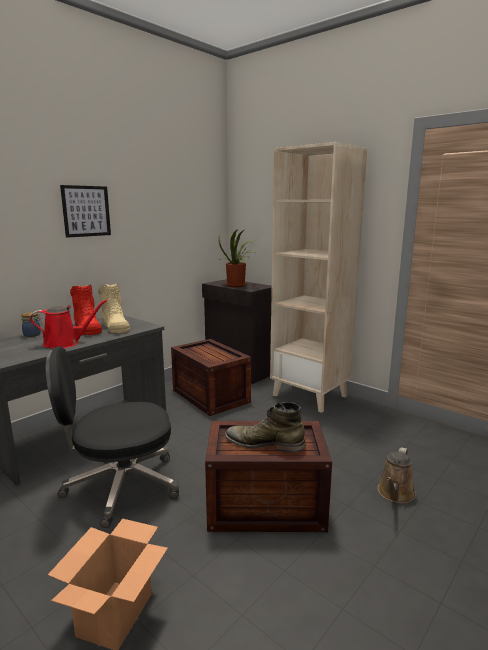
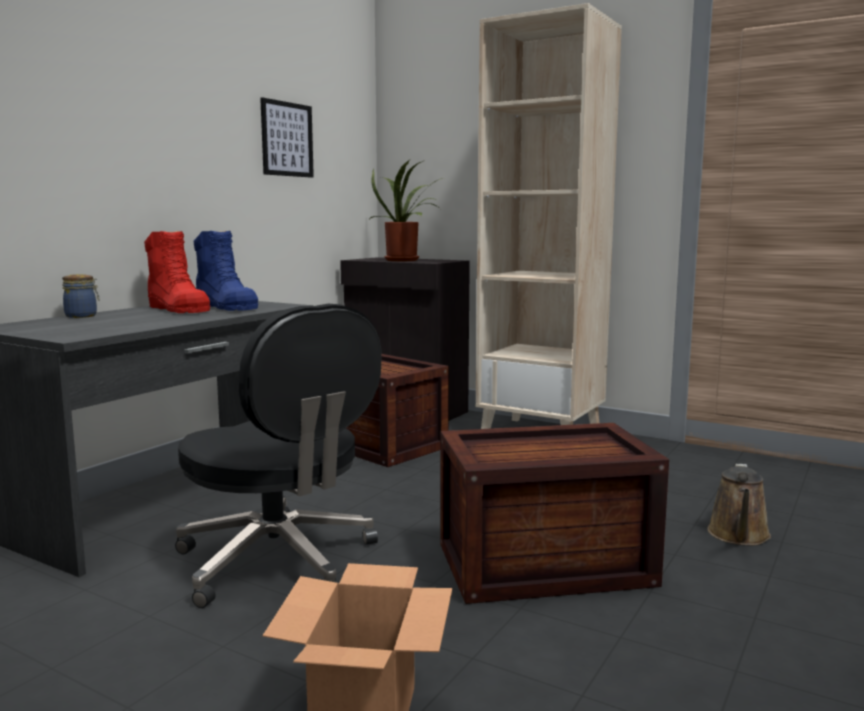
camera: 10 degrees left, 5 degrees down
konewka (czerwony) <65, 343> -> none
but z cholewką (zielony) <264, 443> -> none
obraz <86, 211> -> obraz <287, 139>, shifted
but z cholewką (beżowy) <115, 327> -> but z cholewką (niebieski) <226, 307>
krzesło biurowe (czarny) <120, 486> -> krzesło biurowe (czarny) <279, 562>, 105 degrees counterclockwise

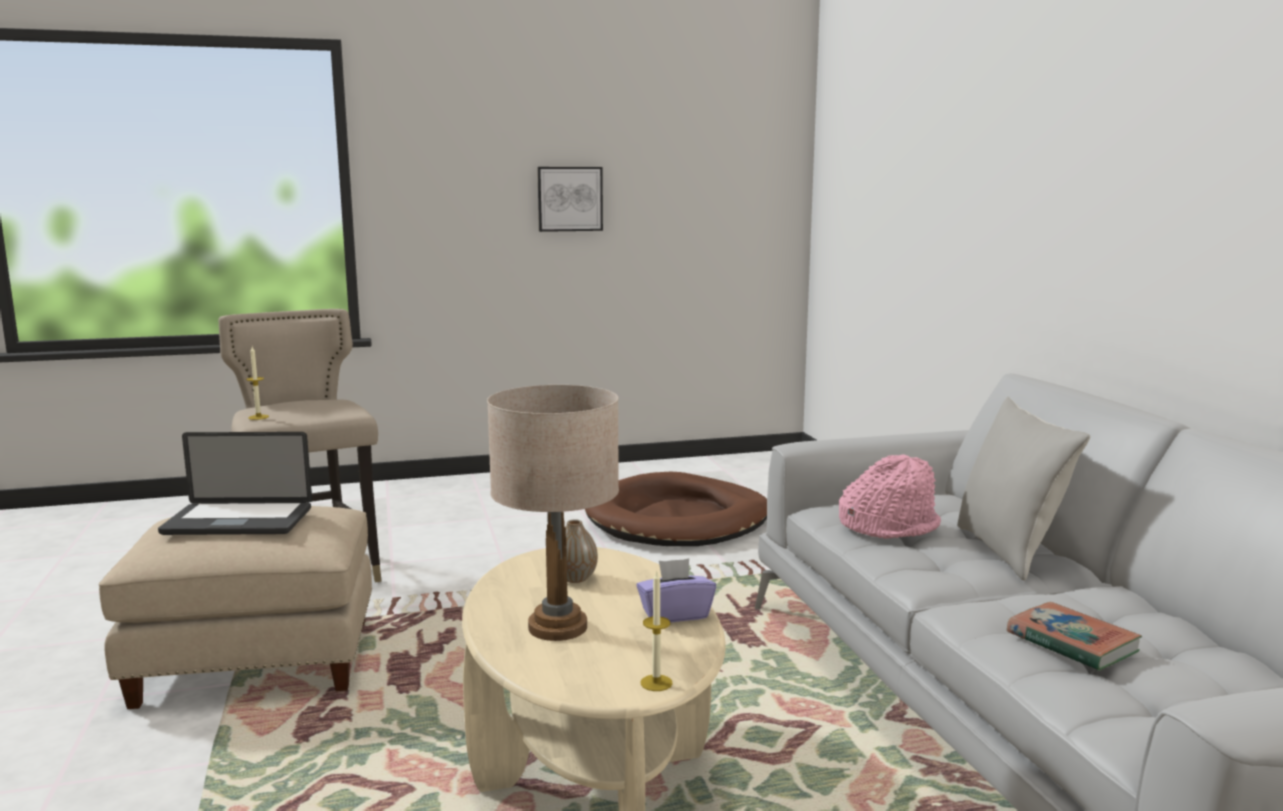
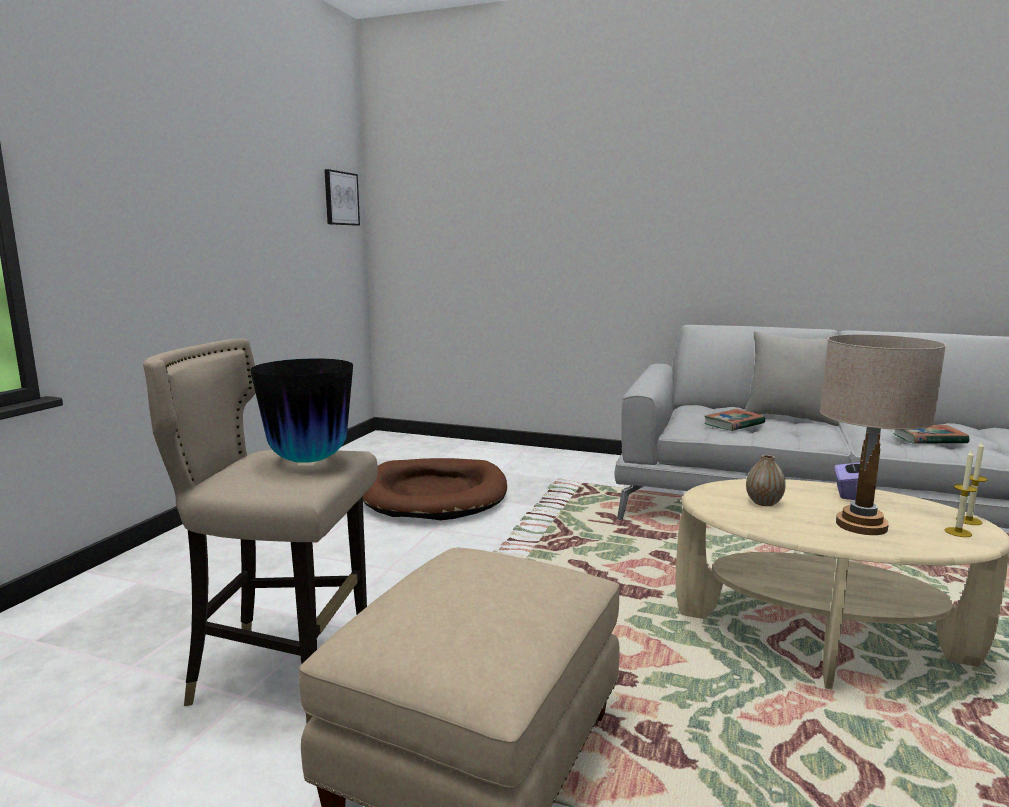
camera: 55 degrees left, 0 degrees up
laptop <238, 521> -> none
none -> wazon <309, 461>
świeca <258, 417> -> świeca <958, 532>, shifted
obraz <570, 199> -> obraz <340, 198>, shifted
kapelusz (różowy) <888, 526> -> książka <734, 424>

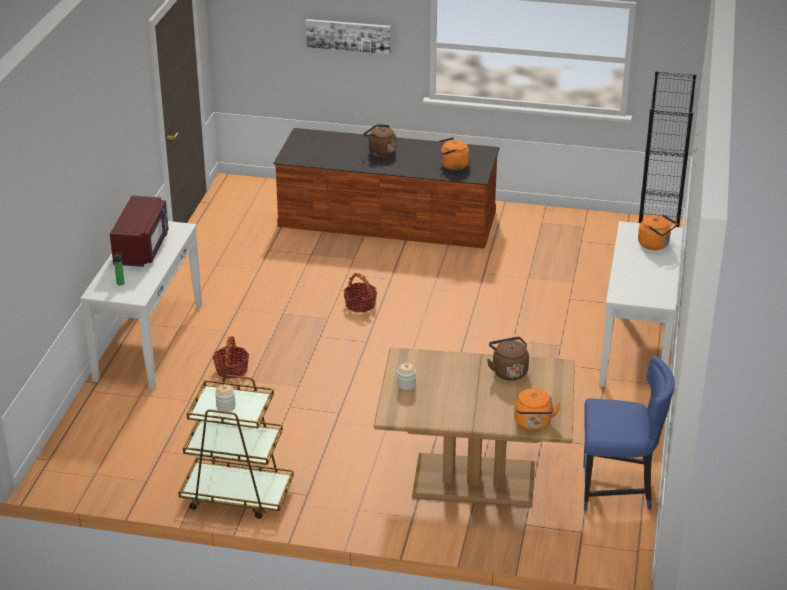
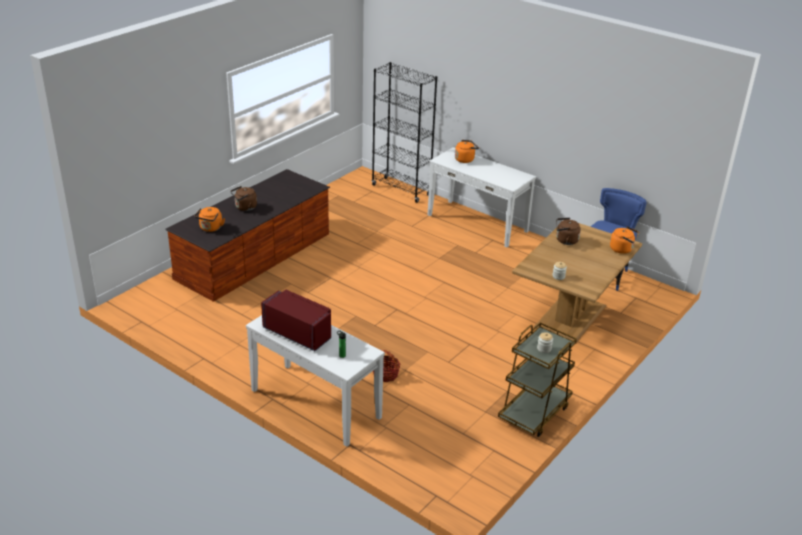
camera: 65 degrees left, 0 degrees up
obraz <348, 35> -> none
koszyk <360, 305> -> none
czajnik (pomarańczowy) <452, 166> -> czajnik (pomarańczowy) <210, 228>, shifted

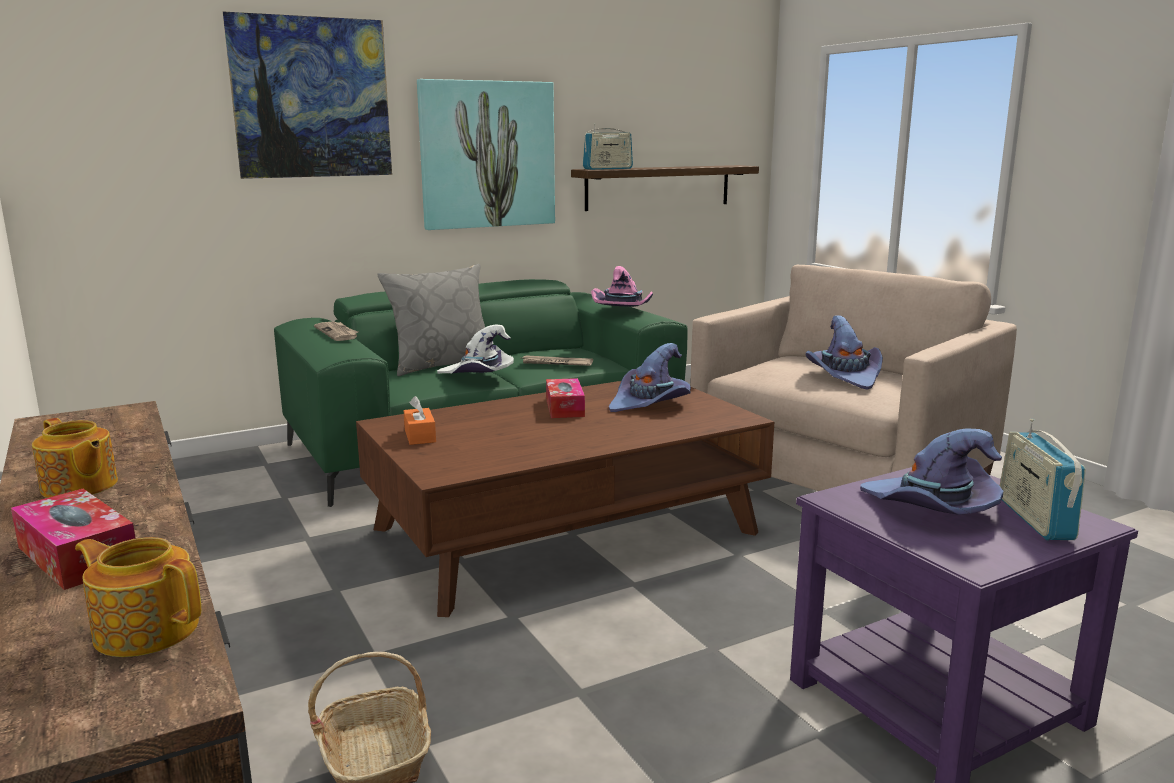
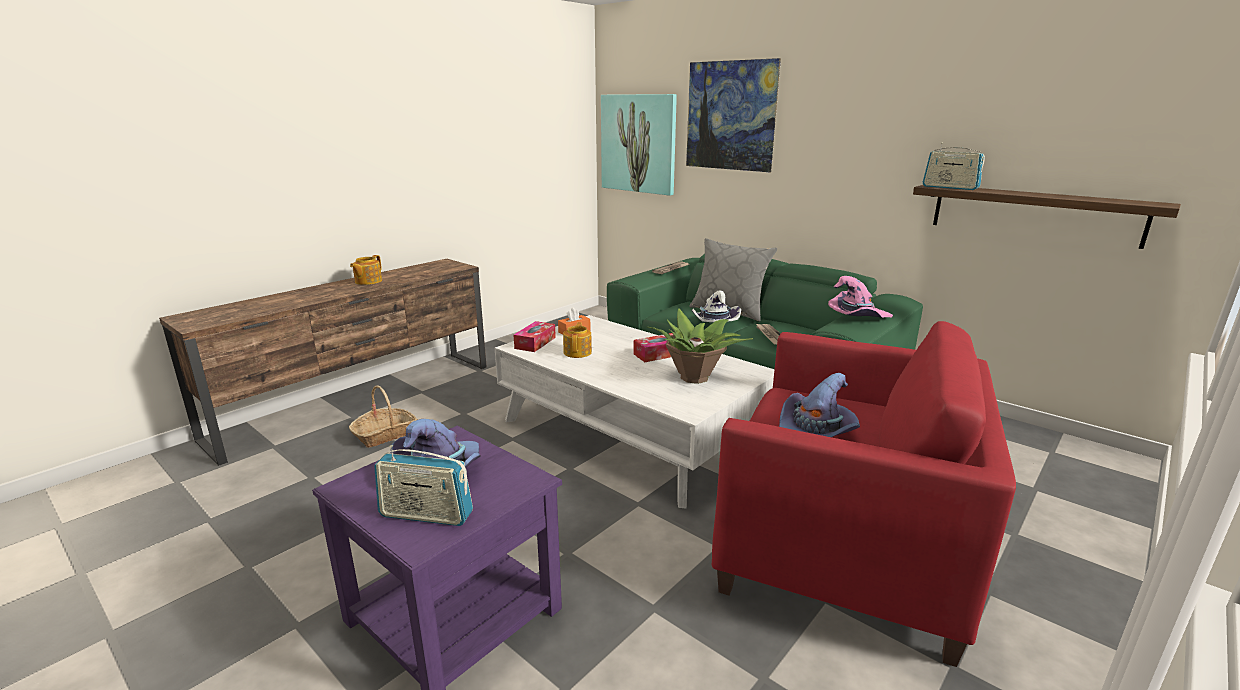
camera: 70 degrees right, 5 degrees up
pudełko chusteczek <77, 556> -> pudełko chusteczek <535, 343>, shifted
imbryk <146, 629> -> imbryk <578, 352>, shifted
obraz <487, 155> -> obraz <638, 143>, shifted
kapelusz (fioletowy) <650, 403> -> roślina doniczkowa <695, 377>
ława (brązowy) <566, 530> -> ława (biały) <631, 432>
fotel (beżowy) <838, 481> -> fotel (czerwony) <842, 544>
radio <1034, 518> -> radio <426, 515>, 150 degrees counterclockwise

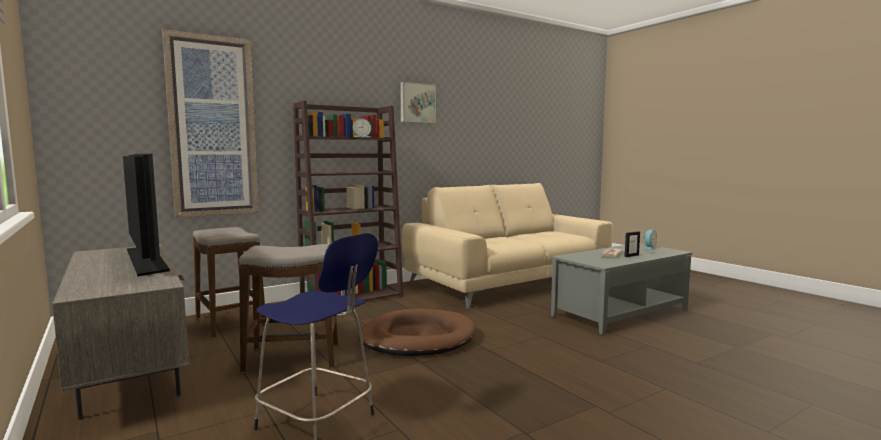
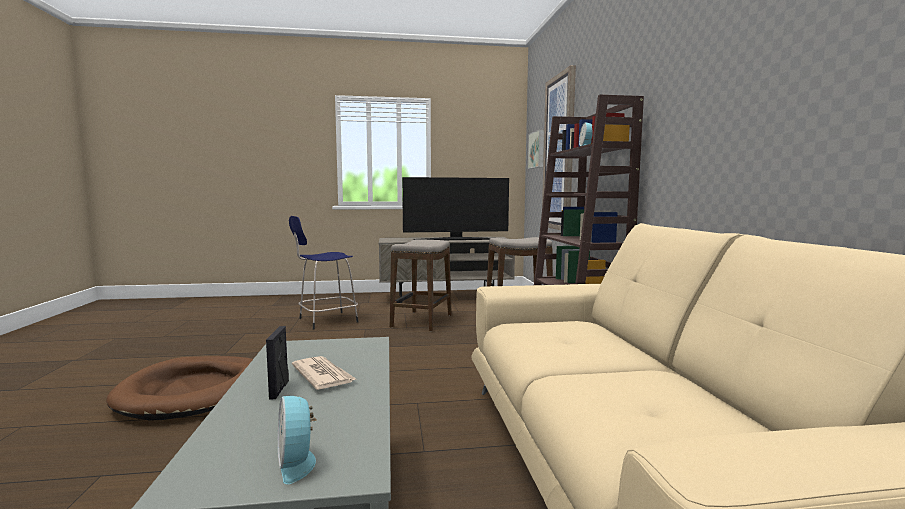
camera: 115 degrees right, 0 degrees up
legowisko (brązowy) <417, 338> -> legowisko (brązowy) <194, 391>, shifted
obraz <417, 103> -> obraz <537, 150>, shifted

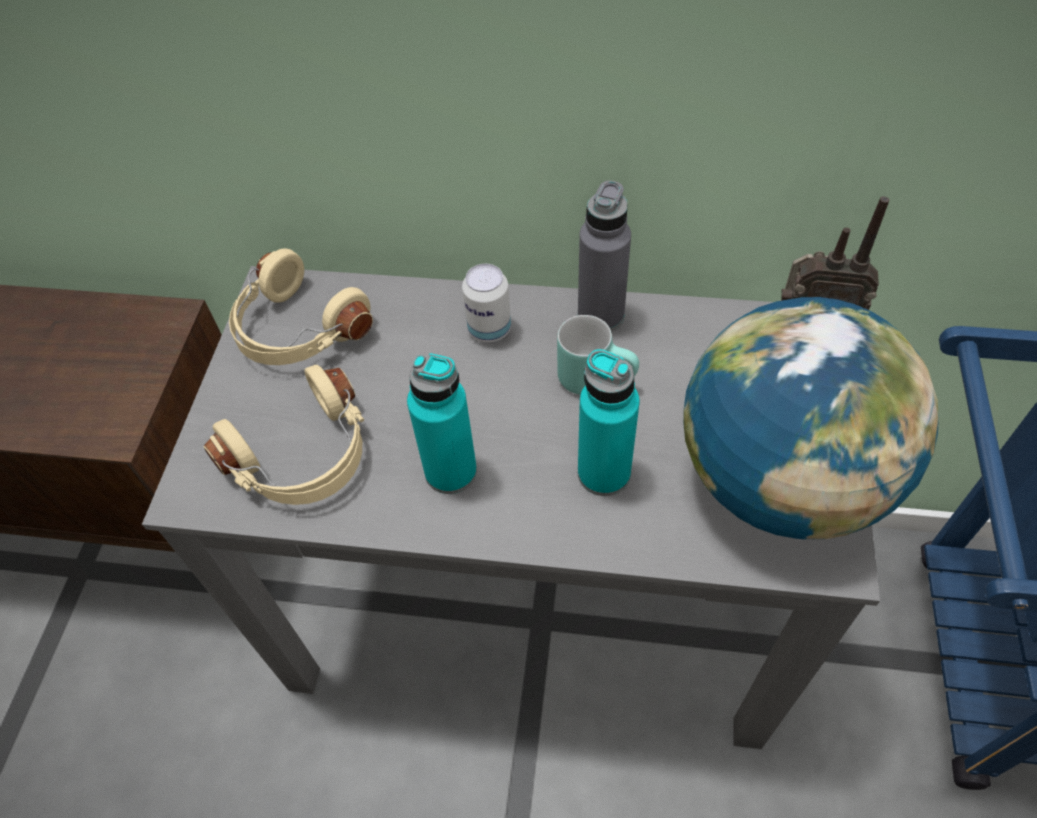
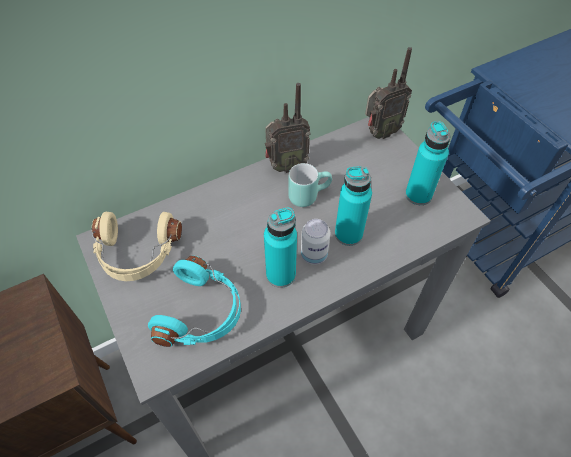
camera: 40 degrees left, 0 degrees up
puszka <489, 329> -> puszka <314, 255>, shifted
butelka (szary) <600, 315> -> radio <285, 166>
globus <781, 479> -> butelka (turkusowy) <418, 195>
słuchawki (beżowy) <305, 458> -> słuchawki (turkusowy) <202, 312>

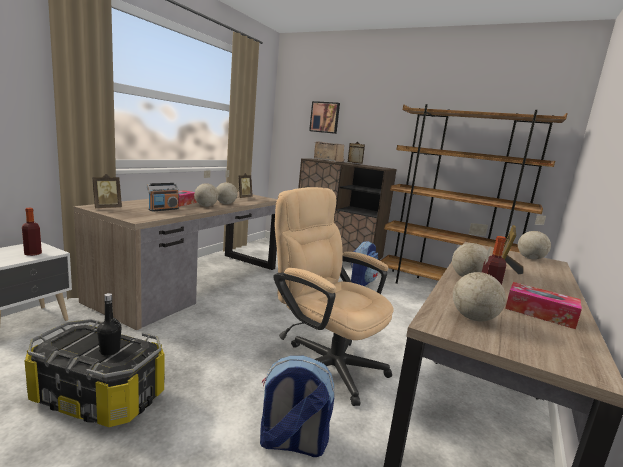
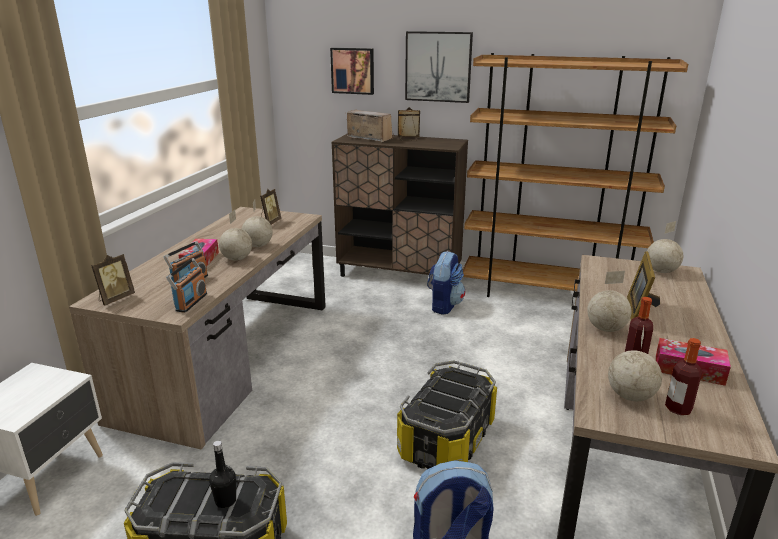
camera: 10 degrees left, 10 degrees up
none -> radio <191, 302>
none -> obraz <438, 67>
butelka <33, 253> -> butelka <678, 408>, shifted
krzesło biurowe (beżowy) <325, 363> -> pojemnik do przechowywania <446, 439>

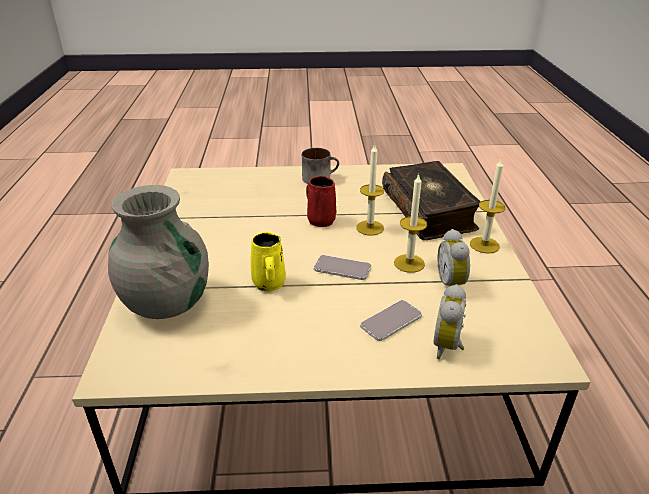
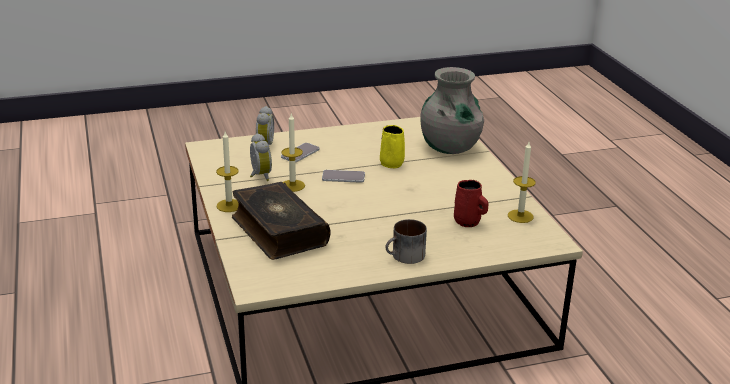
camera: 165 degrees right, 5 degrees down
kubek (czerwony) <320, 220> -> kubek (czerwony) <468, 222>, shifted
świeca <370, 228> -> świeca <520, 216>, shifted

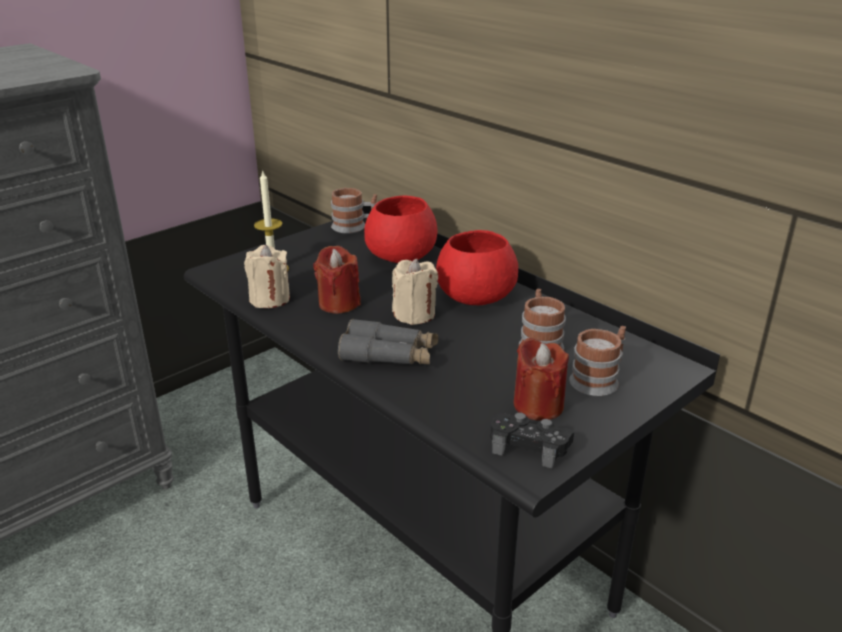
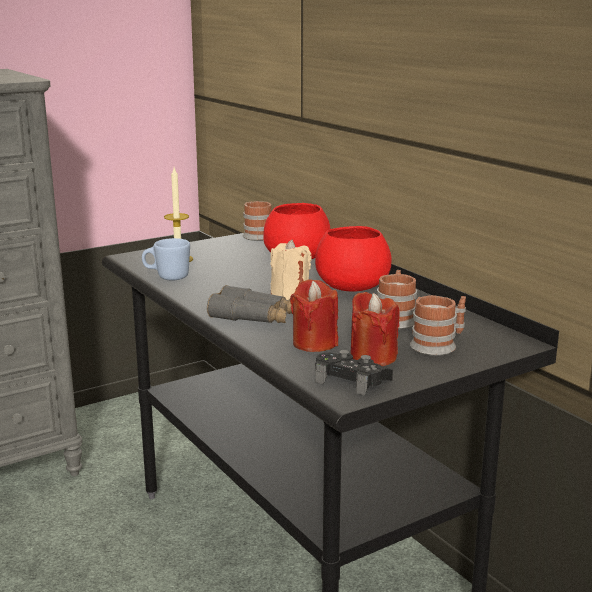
camera: 10 degrees right, 10 degrees down
świeca (czerwony) <339, 303> -> świeca (czerwony) <314, 343>, shifted
świeca (beżowy) <270, 299> -> kubek (niebieski) <167, 277>

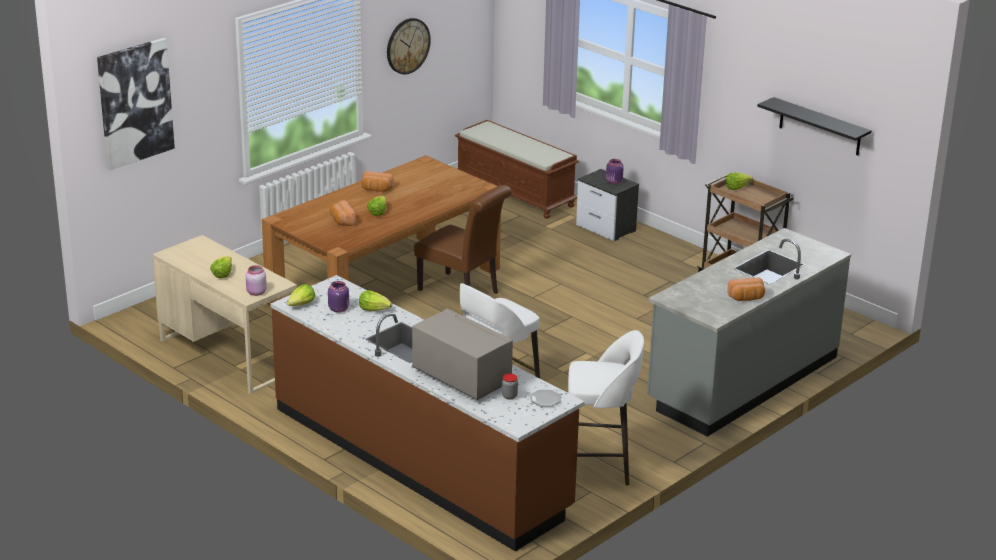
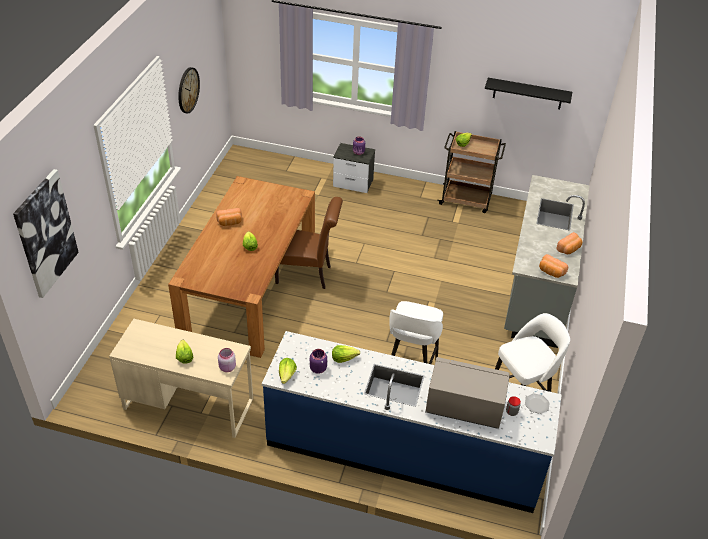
camera: 30 degrees left, 15 degrees up
ławka (brązowy) <516, 192> -> none
chleb <342, 221> -> chleb <551, 272>, shifted
zabudowa kuchenna (brązowy) <420, 459> -> zabudowa kuchenna (niebieski) <404, 450>

